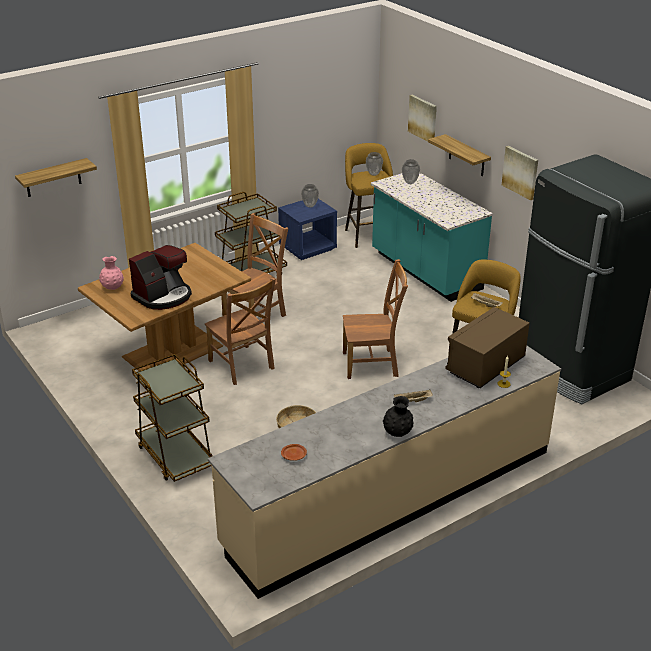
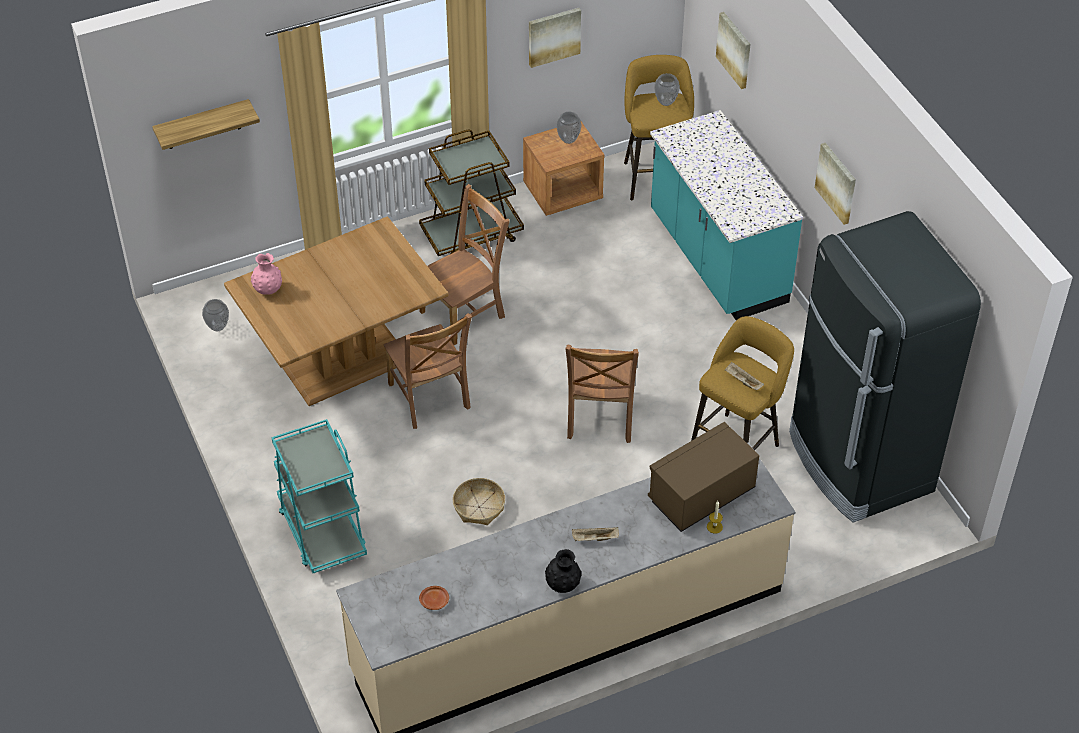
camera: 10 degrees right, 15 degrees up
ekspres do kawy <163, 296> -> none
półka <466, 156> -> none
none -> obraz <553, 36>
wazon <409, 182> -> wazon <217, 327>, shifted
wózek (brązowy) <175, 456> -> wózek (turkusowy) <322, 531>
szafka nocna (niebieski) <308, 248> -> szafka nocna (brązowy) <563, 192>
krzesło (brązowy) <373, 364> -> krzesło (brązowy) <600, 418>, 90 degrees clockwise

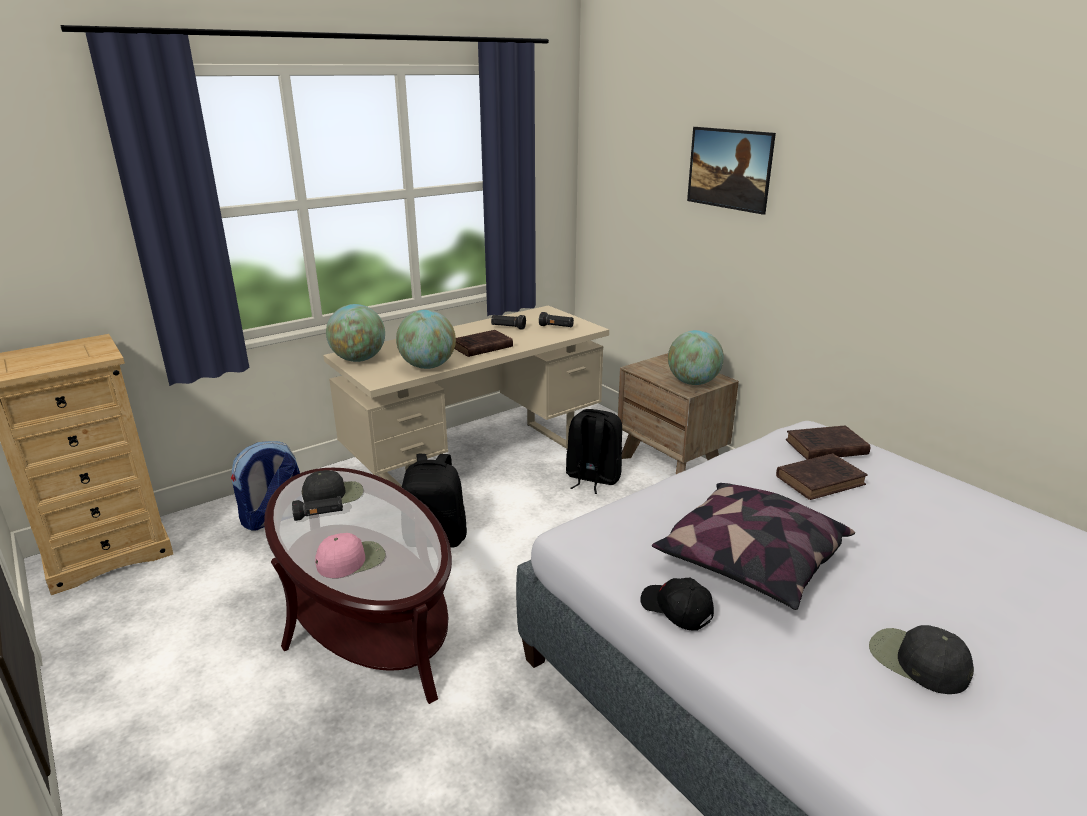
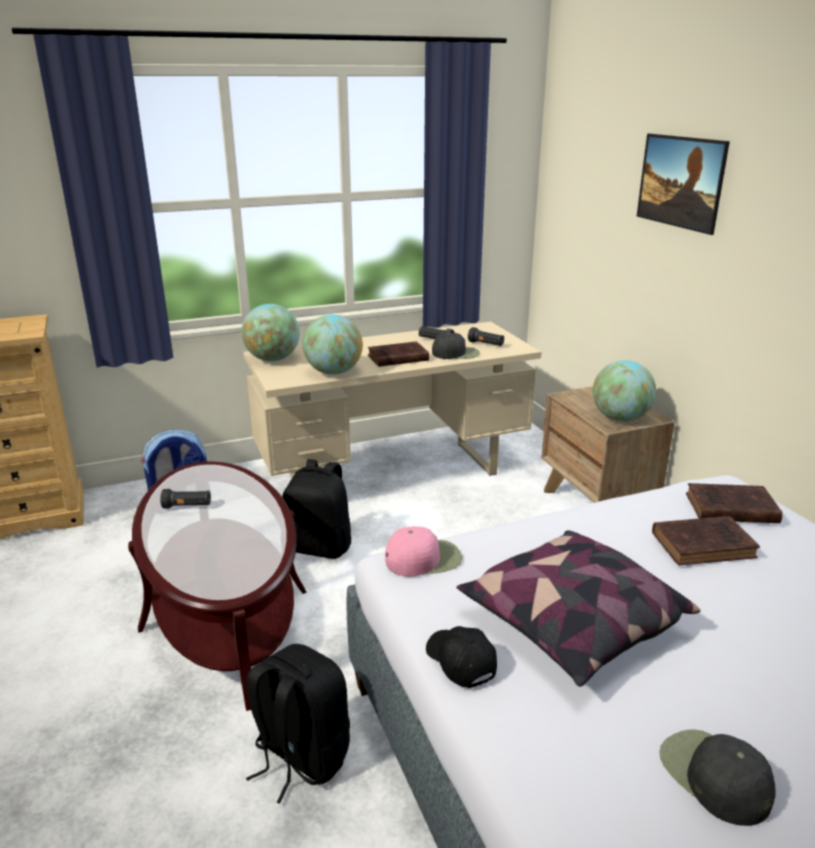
camera: 15 degrees right, 0 degrees up
czapka z daszkiem (czarny) <334, 494> -> czapka z daszkiem (czarny) <456, 353>, shifted
czapka z daszkiem (różowy) <351, 560> -> czapka z daszkiem (różowy) <424, 558>, shifted
plecak (czarny) <592, 478> -> plecak (czarny) <300, 757>, shifted

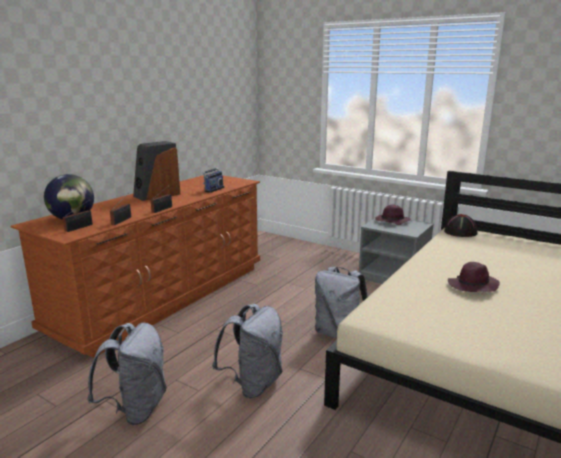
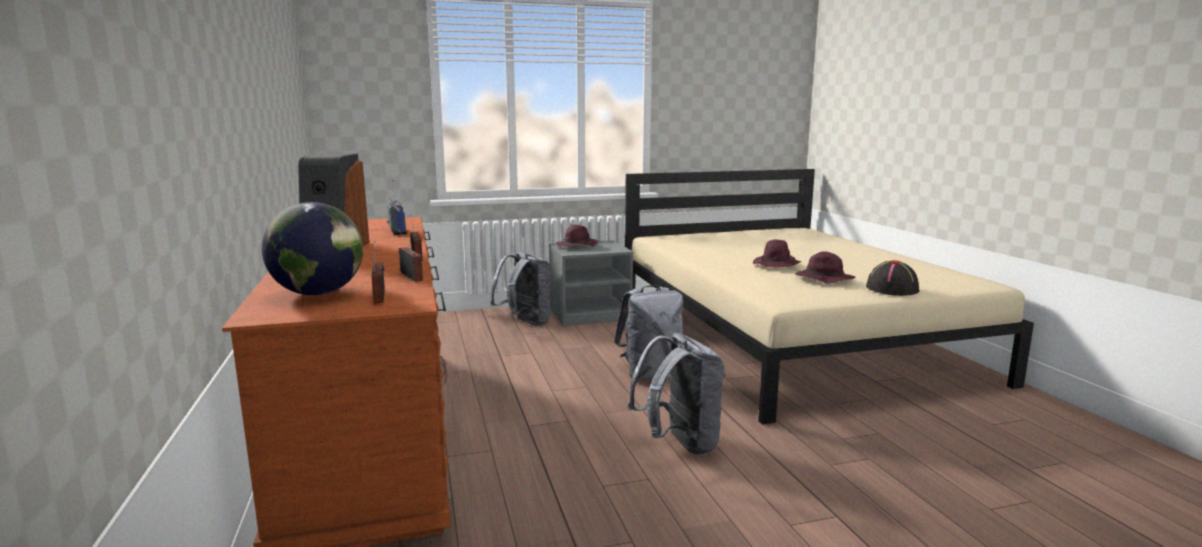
camera: 50 degrees left, 5 degrees down
none -> kapelusz (fioletowy) <823, 279>
plecak (szary) <136, 409> -> plecak (szary) <525, 323>, shifted
kapelusz (czarny) <460, 232> -> kapelusz (czarny) <892, 289>, shifted

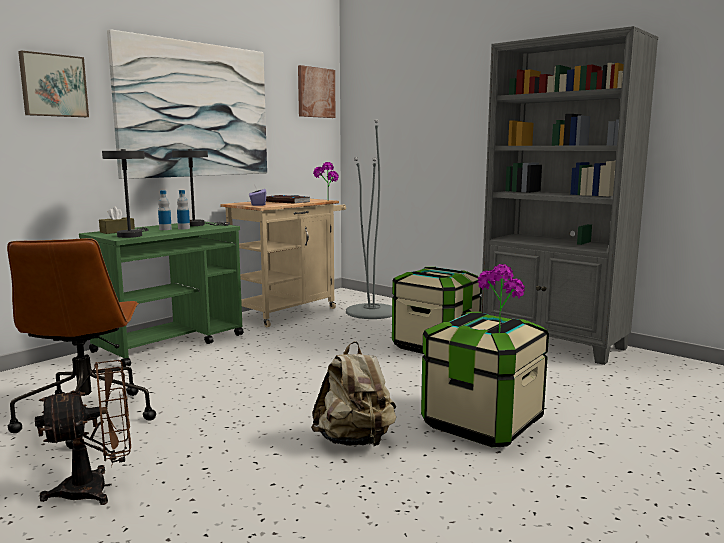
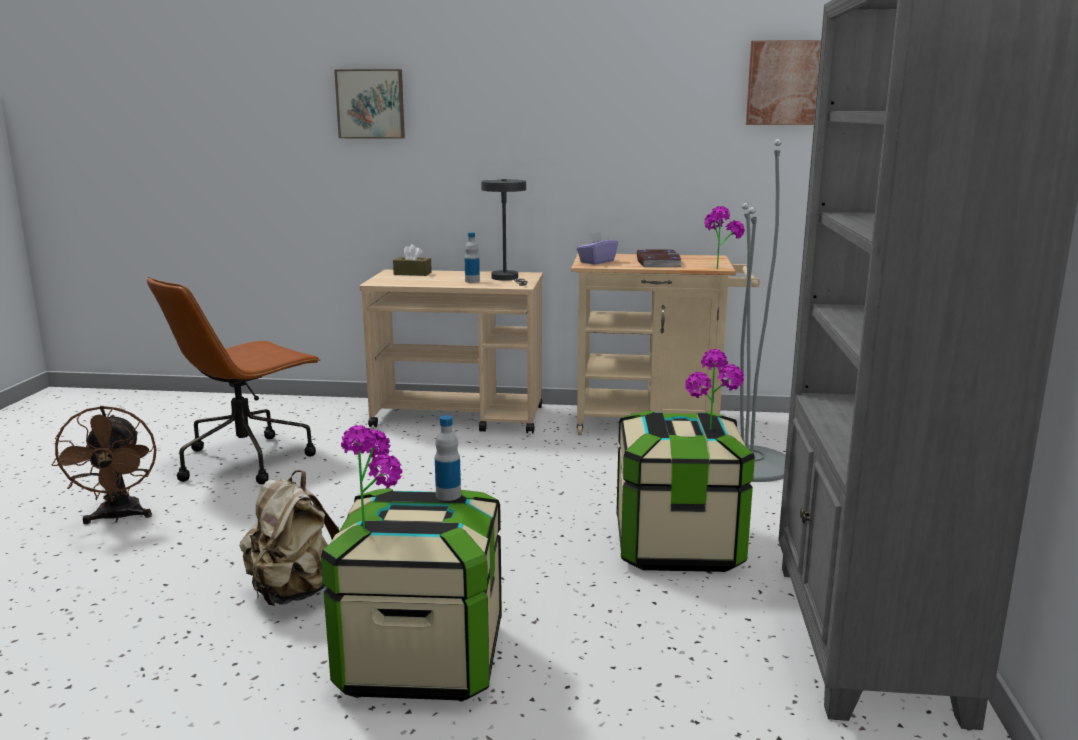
camera: 55 degrees right, 5 degrees up
lampa stołowa (szary) <131, 235> -> none
obraz <195, 110> -> none
none -> roślina doniczkowa <712, 433>
butelka <165, 229> -> butelka <448, 495>, shifted
wózek (zielony) <171, 343> -> wózek (beżowy) <460, 417>
wentylator (brązowy) <97, 488> -> wentylator (brązowy) <118, 517>, 45 degrees clockwise

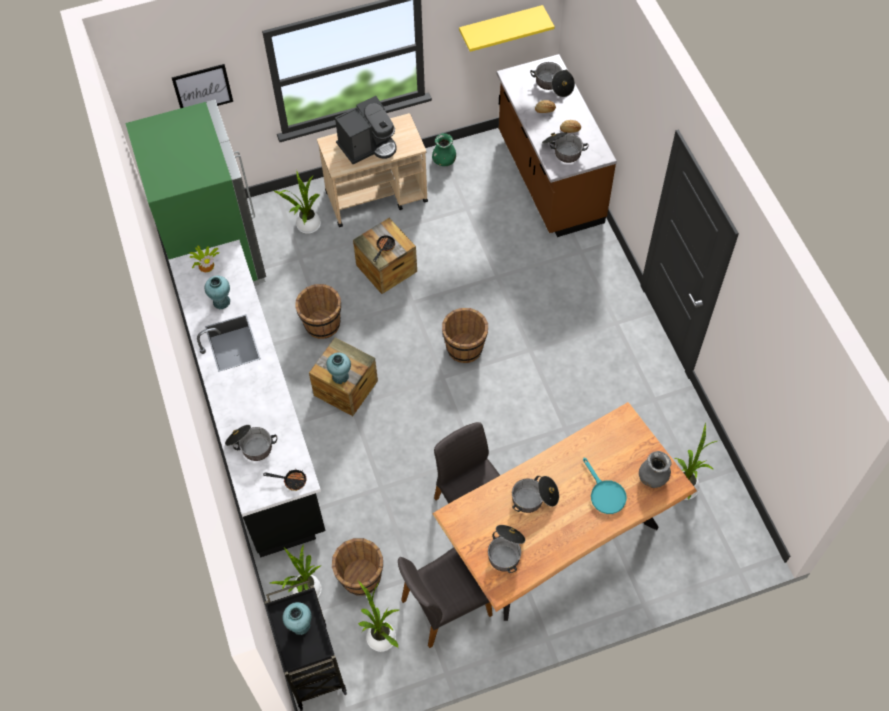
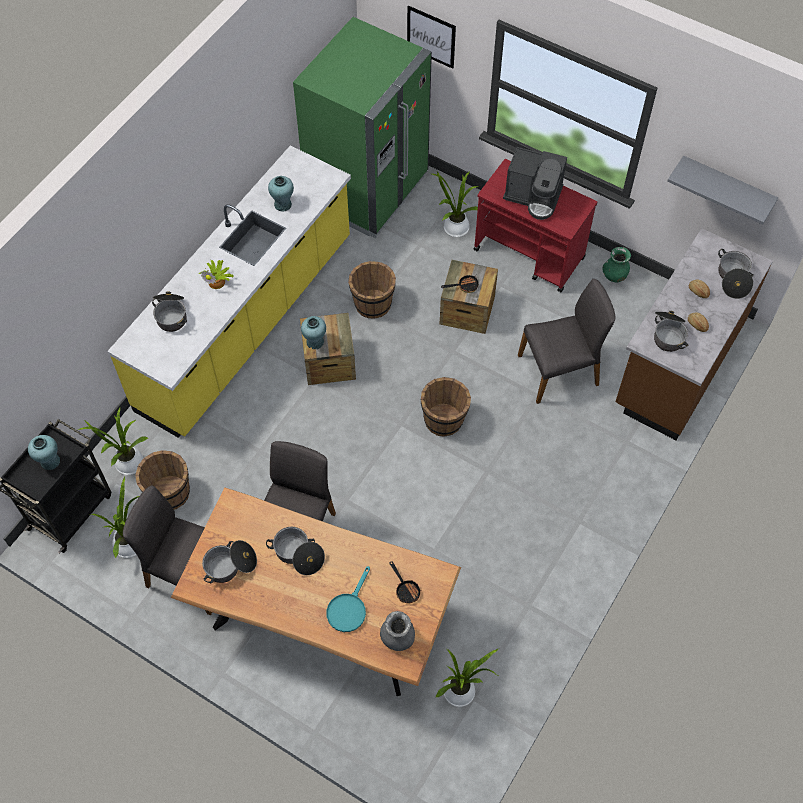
camera: 50 degrees right, 0 degrees up
none -> krzesło (szary) <559, 371>
roślina doniczkowa <206, 264> -> roślina doniczkowa <218, 281>, shifted
patelnia <291, 480> -> patelnia <406, 589>, shifted
zabudowa kuchenna (czarny) <257, 421> -> zabudowa kuchenna (żółty) <247, 324>
wózek (beżowy) <377, 197> -> wózek (czerwony) <529, 254>
półka (żółty) <500, 26> -> półka (szary) <726, 186>

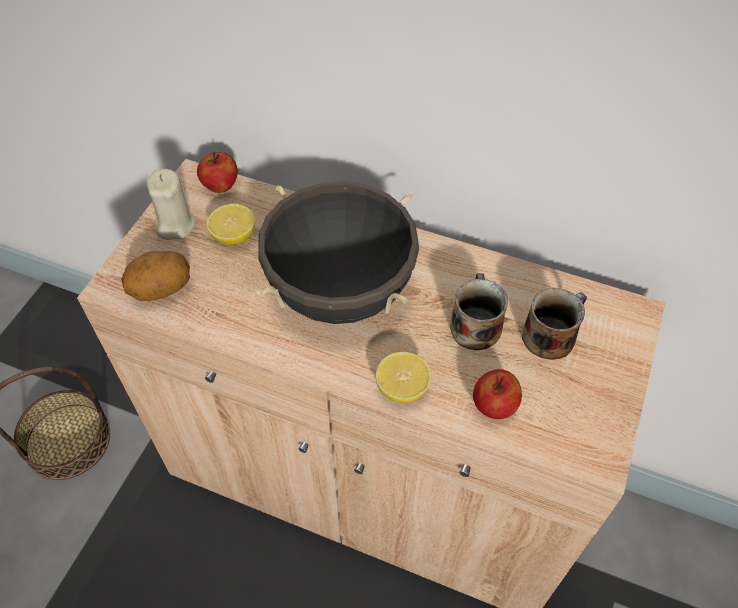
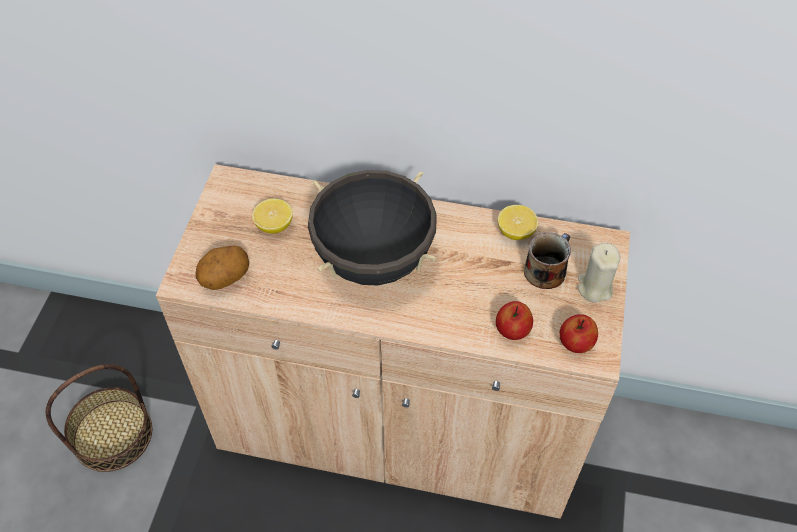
camera: 10 degrees left, 0 degrees up
kubek <474, 325> -> none
świeca (beżowy) <175, 225> -> świeca (beżowy) <594, 287>, shifted
jabłko <220, 186> -> jabłko <575, 344>, shifted
cytryna <402, 388> -> cytryna <515, 232>, shifted

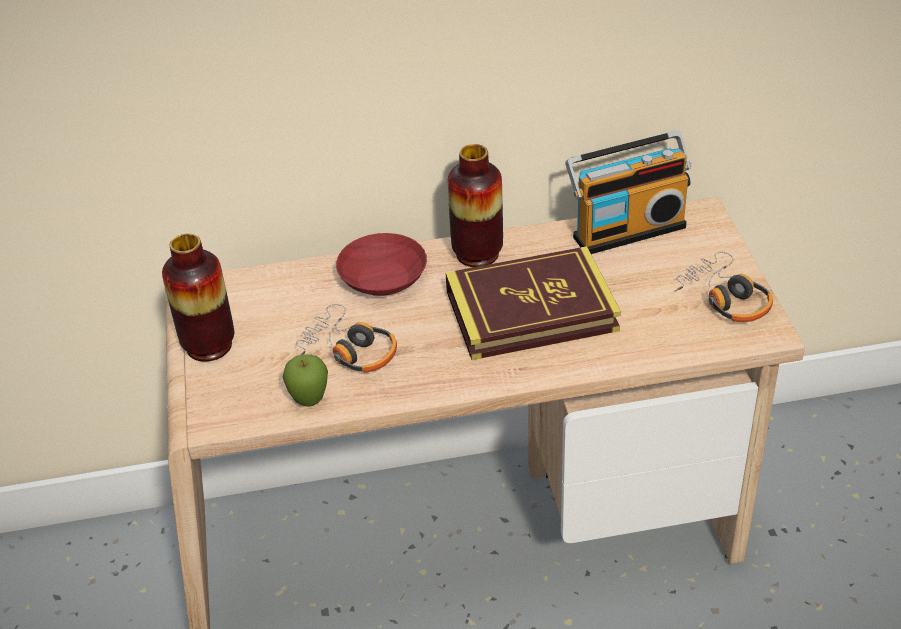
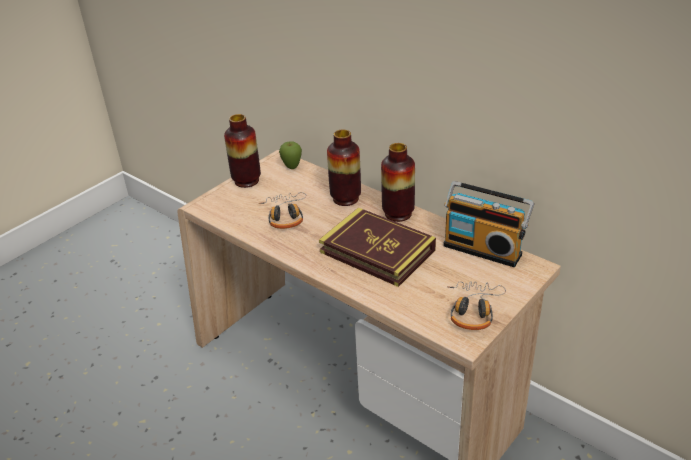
camera: 50 degrees right, 5 degrees down
jabłko <310, 402> -> jabłko <292, 168>, shifted
miska (czerwony) <385, 278> -> wazon <345, 198>

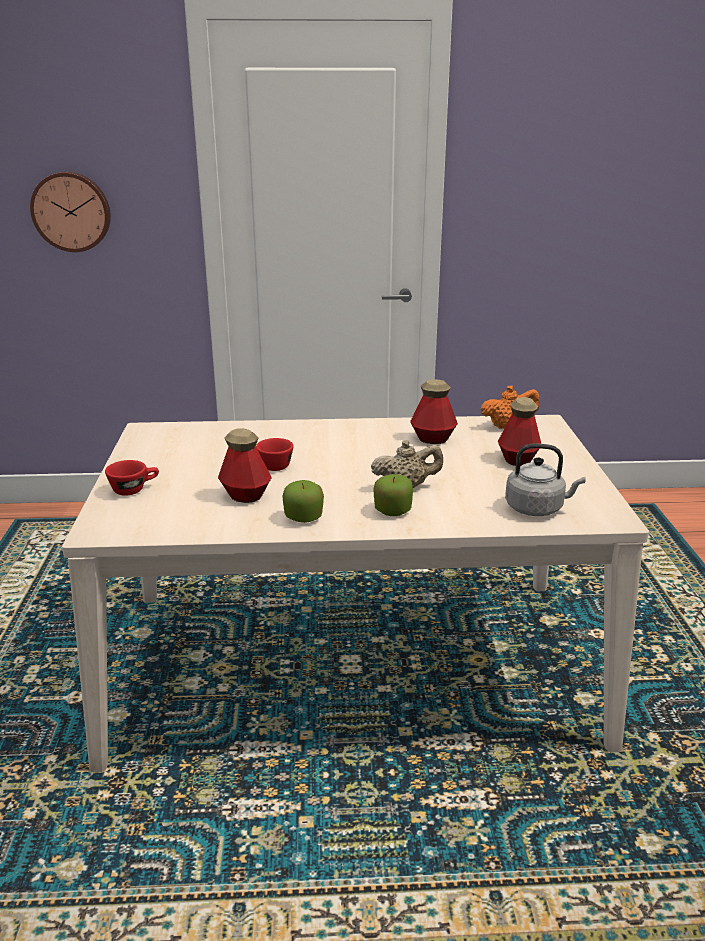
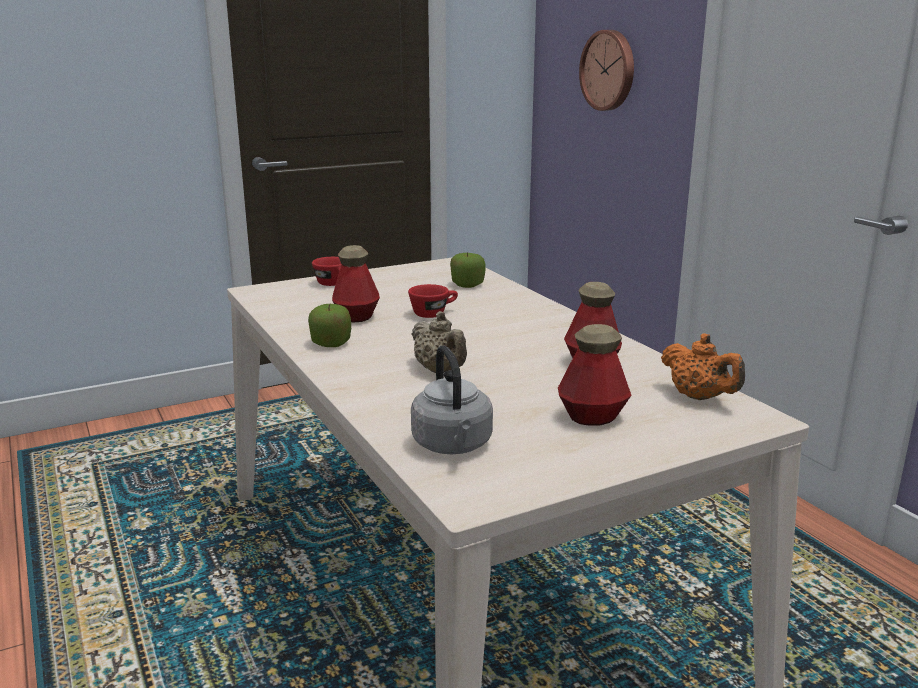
camera: 65 degrees right, 5 degrees down
jabłko <392, 510> -> jabłko <467, 284>, shifted

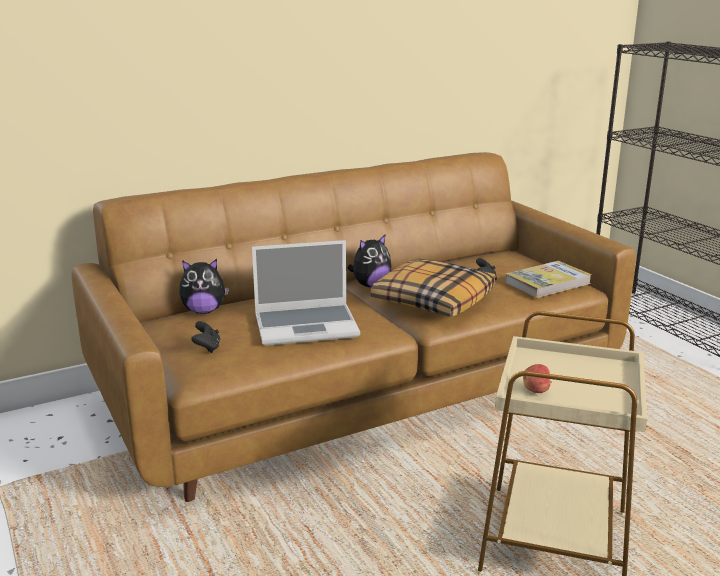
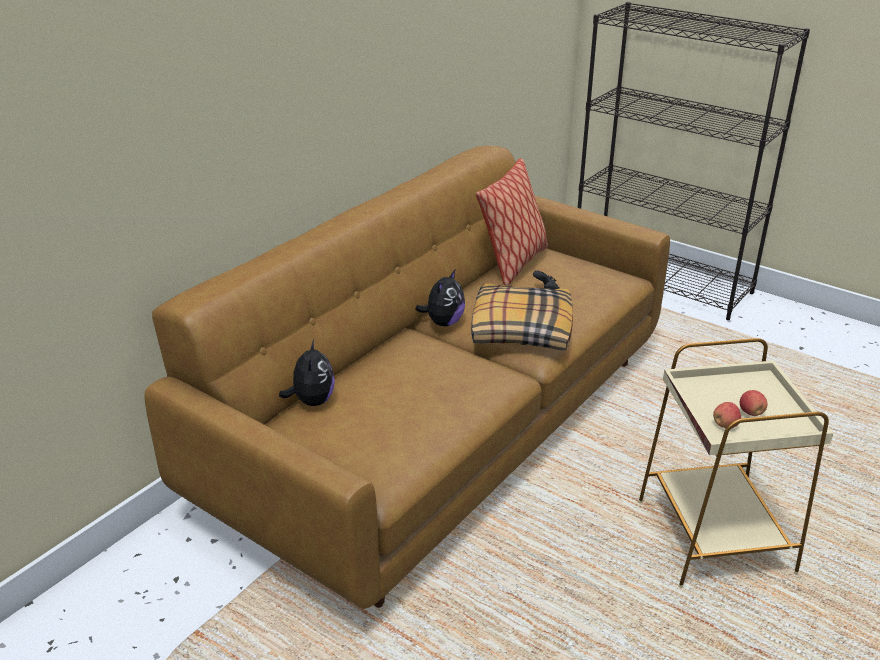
camera: 25 degrees left, 10 degrees up
pad do gier (czarny) <207, 348> -> none
laptop <307, 326> -> none
książka <547, 283> -> none
none -> poduszka <513, 264>
none -> jabłko <751, 412>
pluszak <204, 311> -> pluszak <312, 401>, 60 degrees counterclockwise

